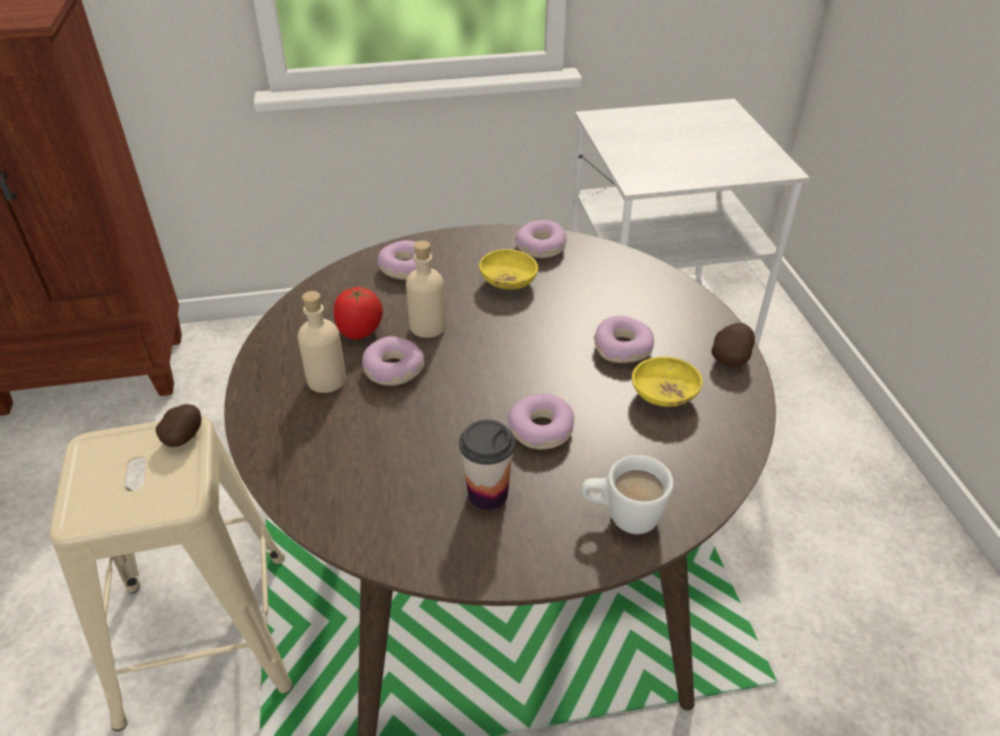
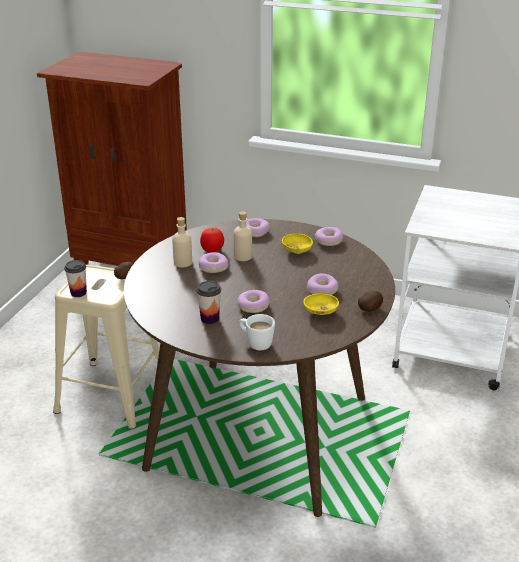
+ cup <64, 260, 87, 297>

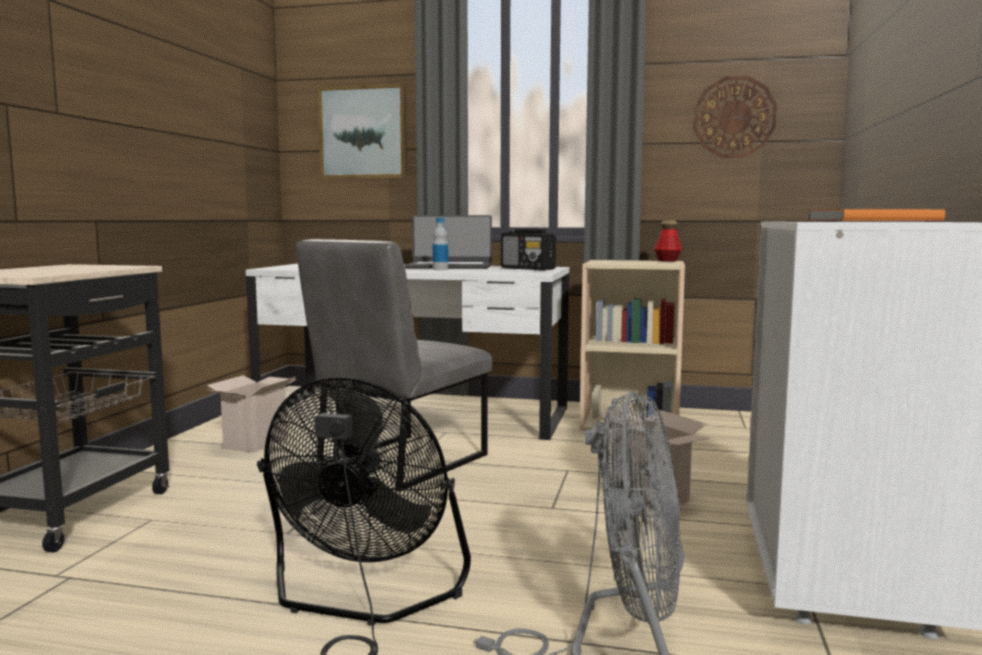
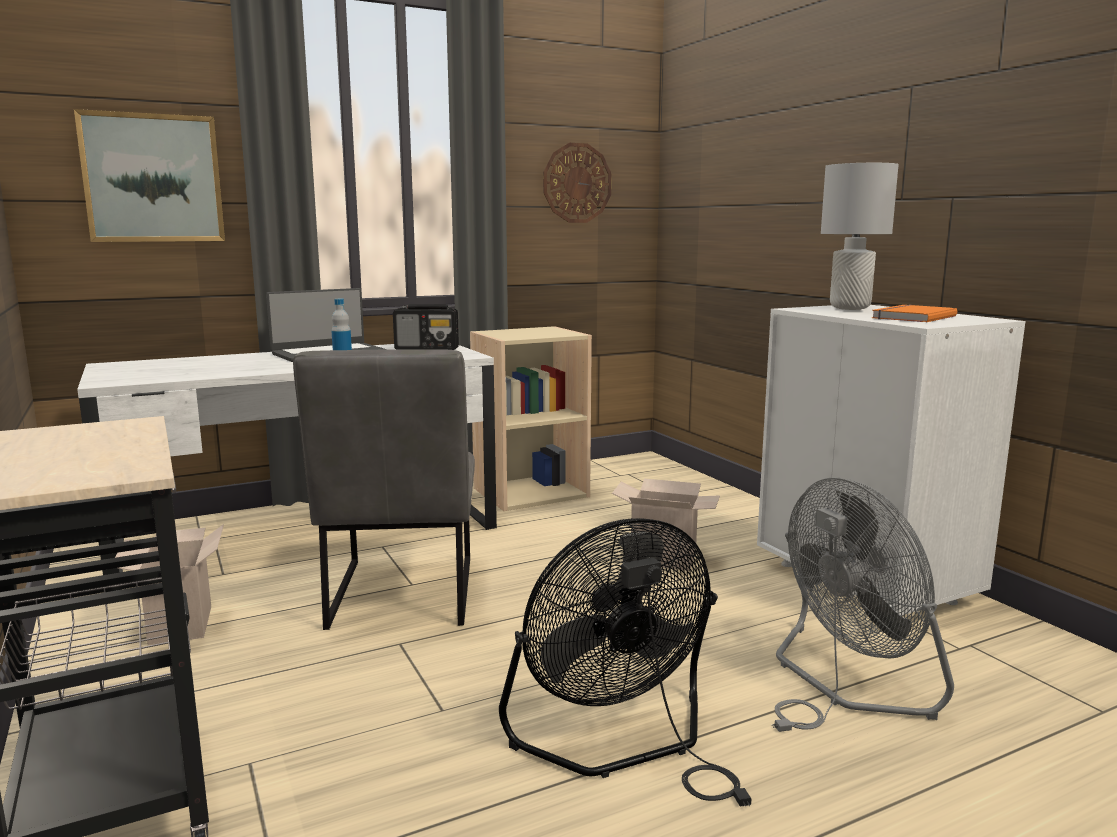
+ table lamp in grey <821, 163, 899, 310>
- bottle <654, 220, 682, 262>

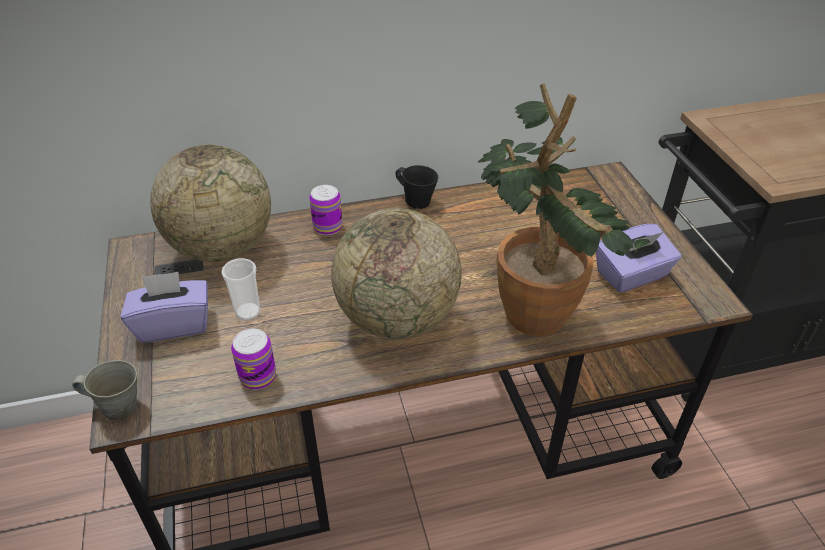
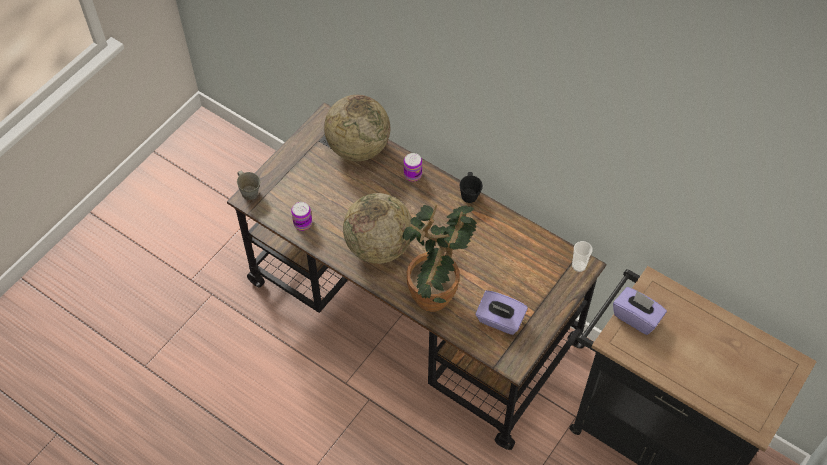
~ cup <221, 258, 261, 320> to <572, 241, 593, 272>
~ tissue box in purple <121, 272, 208, 343> to <613, 287, 667, 335>

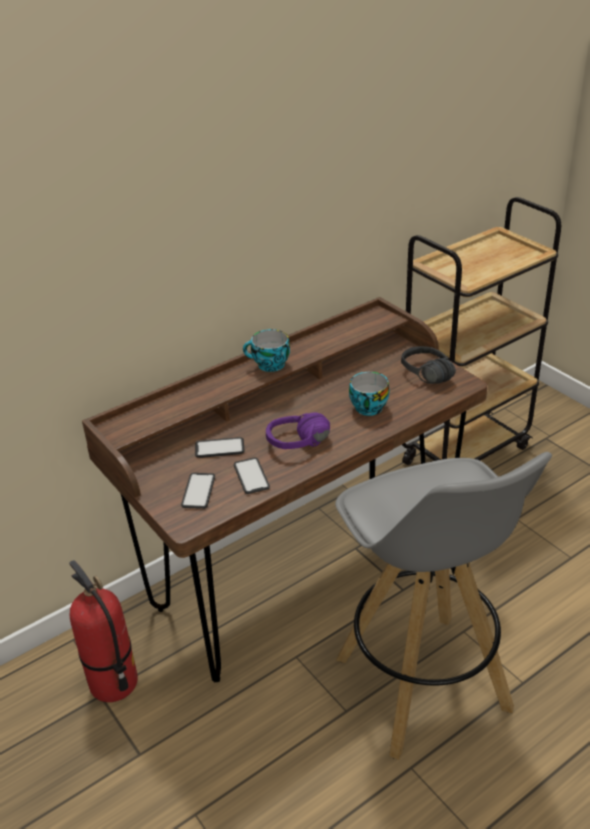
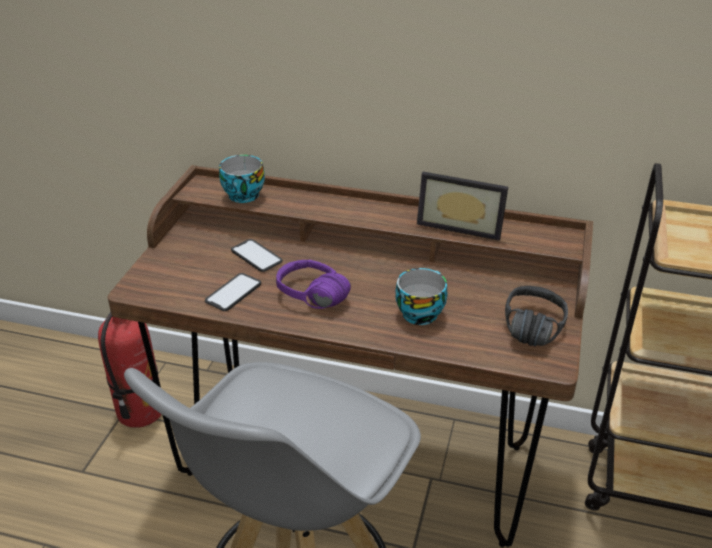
~ cup <243, 329, 290, 372> to <219, 155, 265, 203>
+ picture frame <417, 172, 508, 241>
- phone <181, 473, 215, 509>

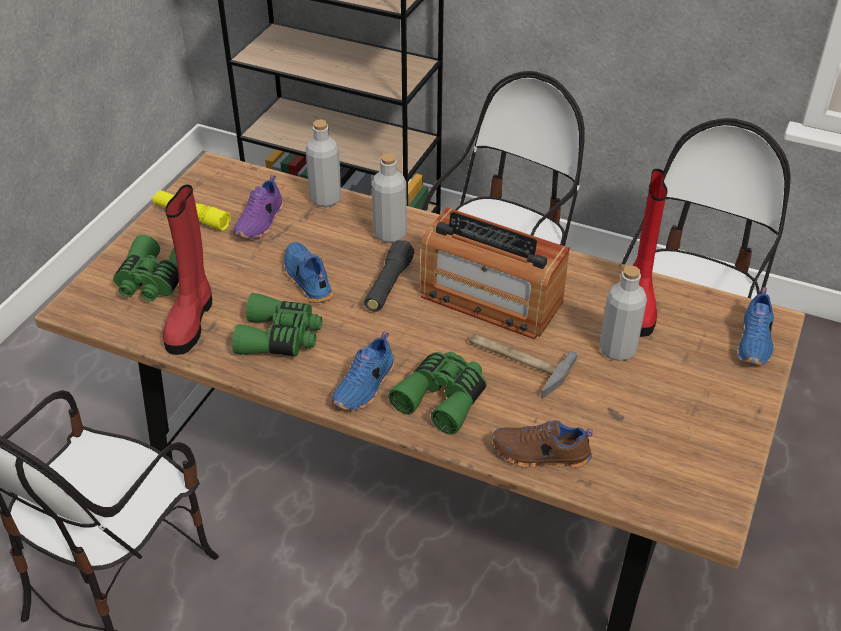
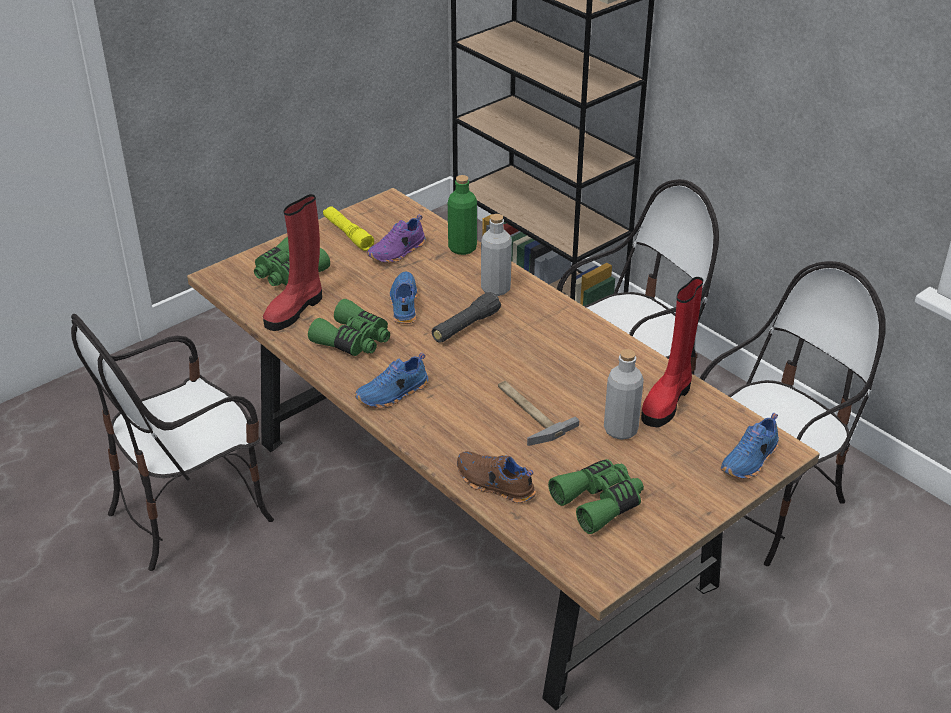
~ bottle in grey <305, 120, 342, 207> to bottle in green <448, 175, 477, 255>
~ binoculars in green <388, 352, 487, 435> to <548, 459, 644, 534>
- radio <420, 207, 570, 340>

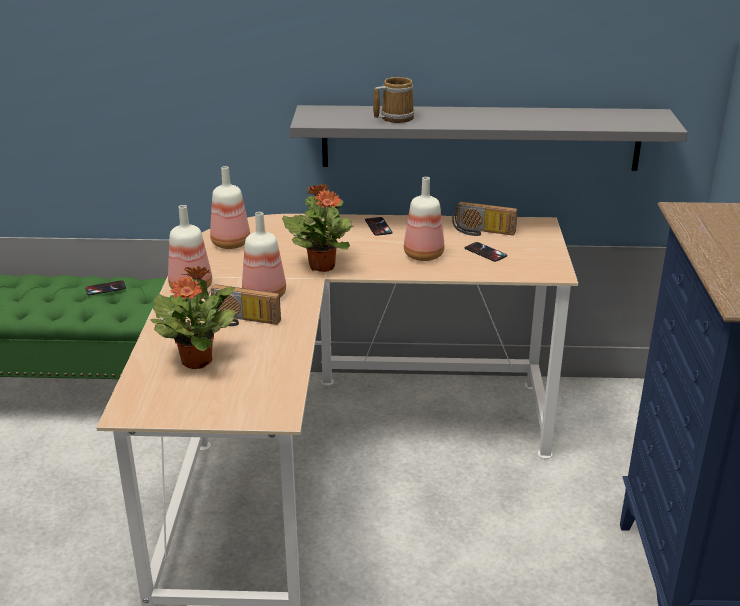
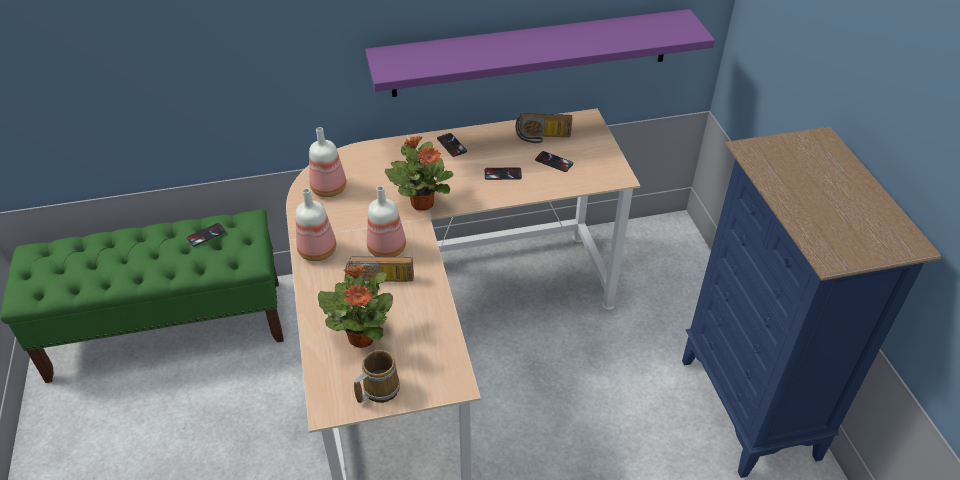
~ mug <373, 77, 414, 123> to <354, 350, 400, 403>
~ shelf in grey <290, 105, 688, 171> to shelf in purple <365, 9, 715, 97>
~ bottle <404, 177, 444, 261> to phone <485, 167, 522, 180>

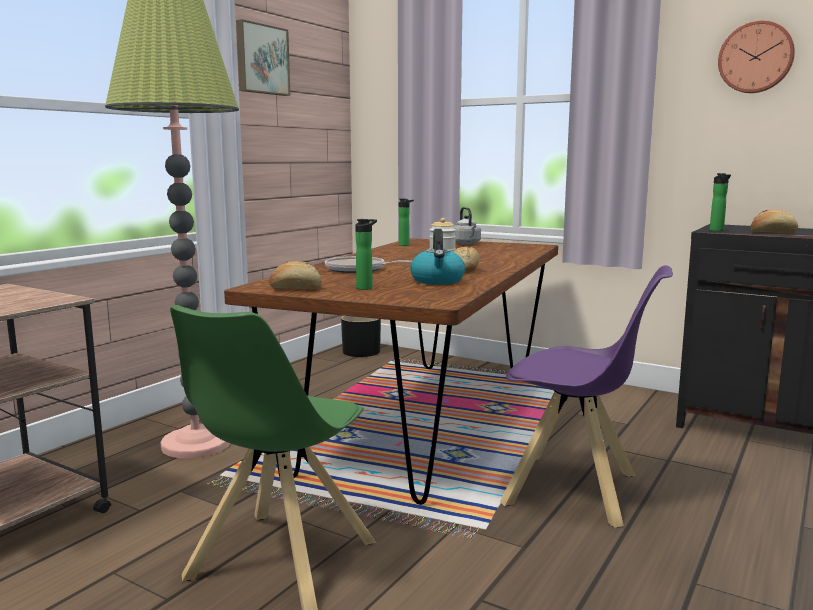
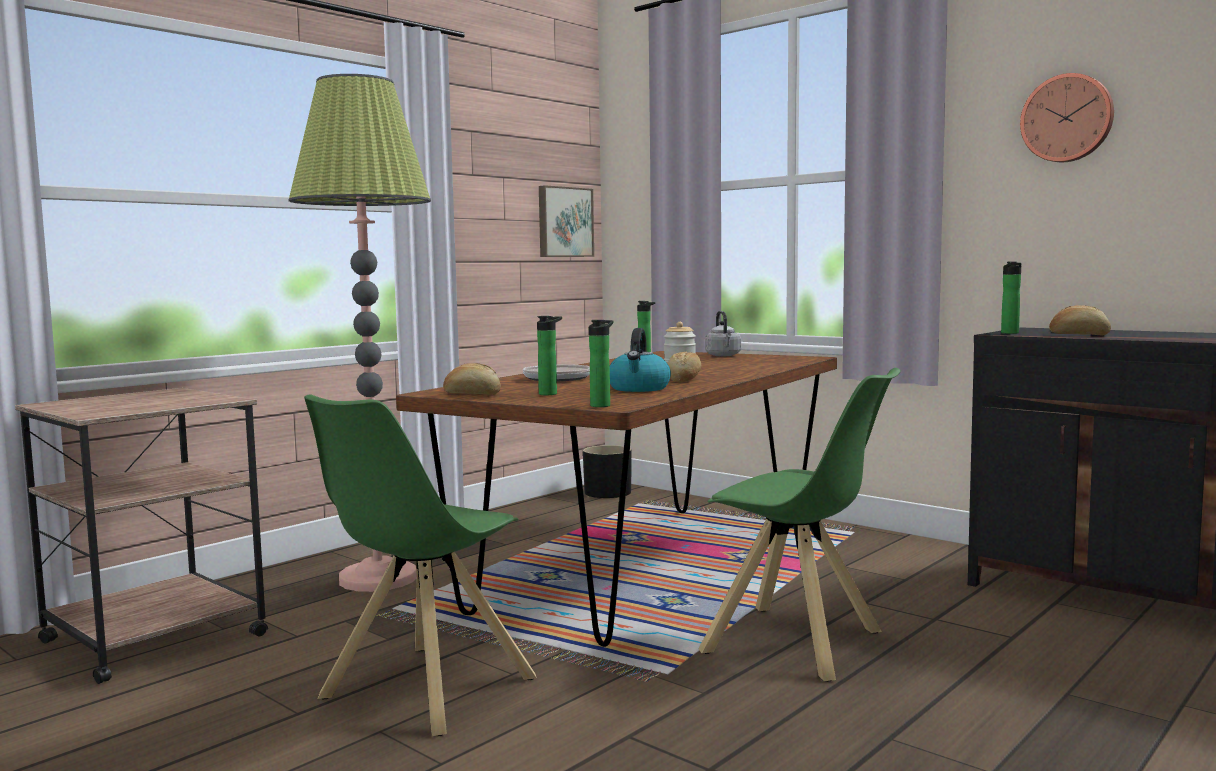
~ picture <236, 19, 291, 96> to <539, 185, 594, 257>
+ bottle <589, 320, 613, 407>
~ chair in purple <500, 265, 673, 528> to chair in green <699, 368, 901, 682>

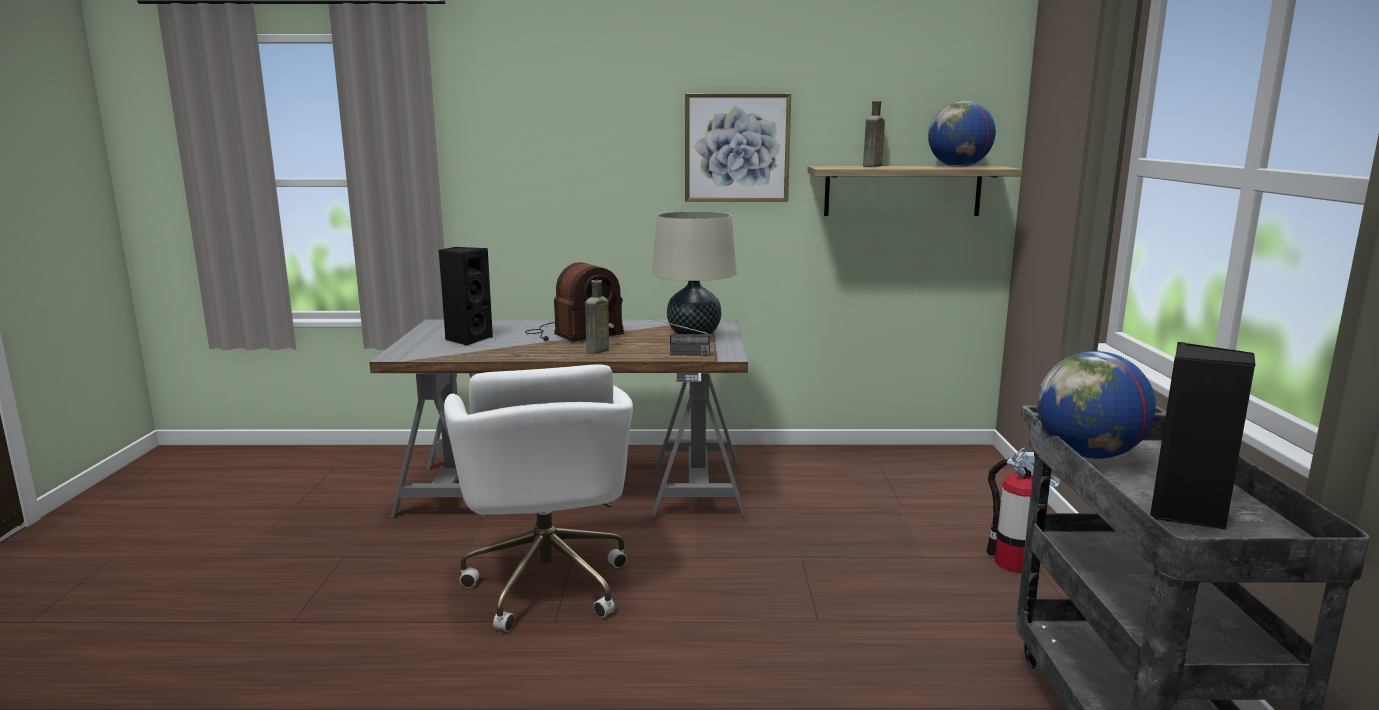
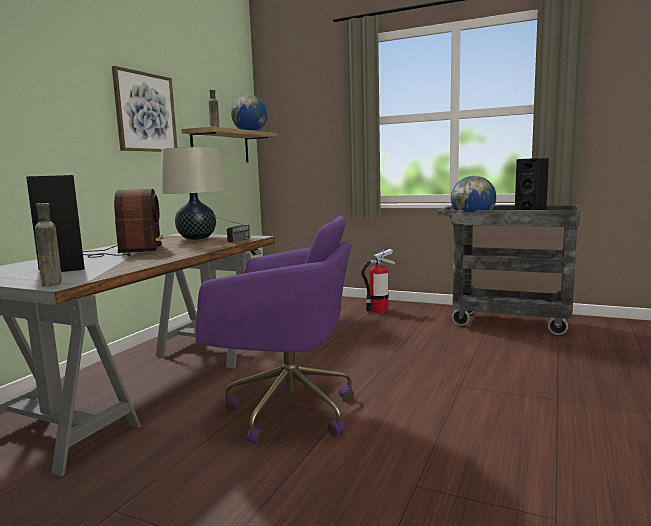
~ bottle in brown <585, 280, 609, 354> to <35, 203, 62, 287>
~ office chair in white <444, 364, 633, 632> to office chair in purple <196, 216, 354, 444>

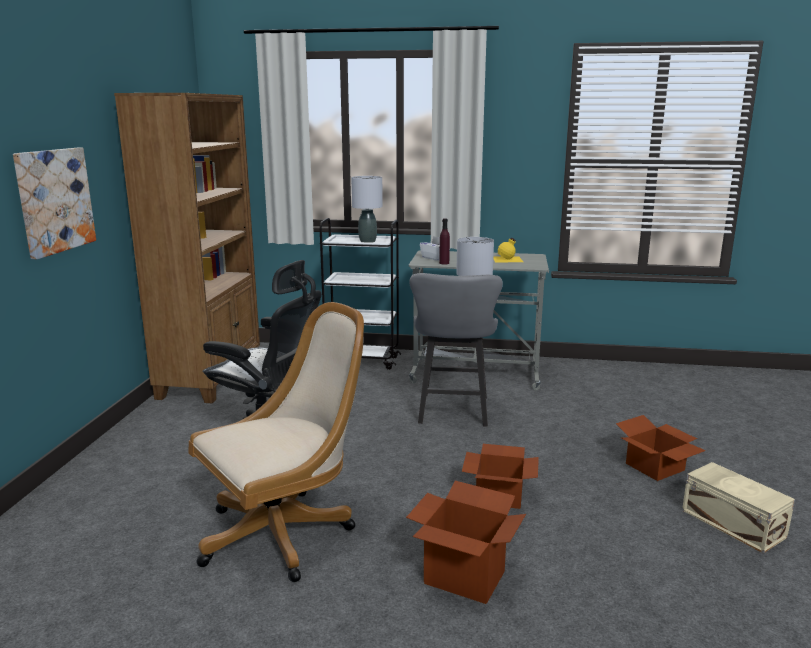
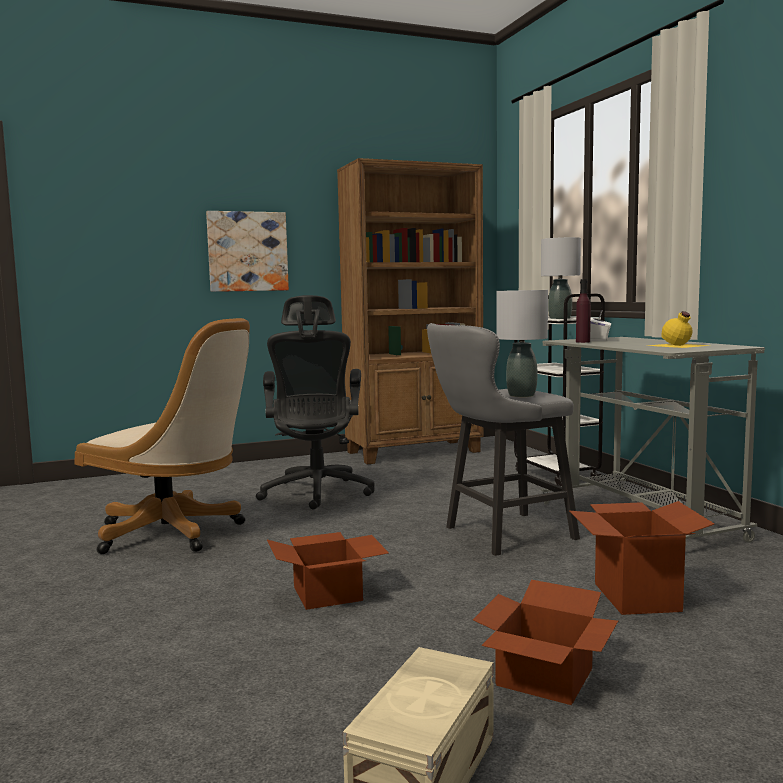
~ cardboard box <406, 481, 526, 604> to <569, 501, 714, 615>

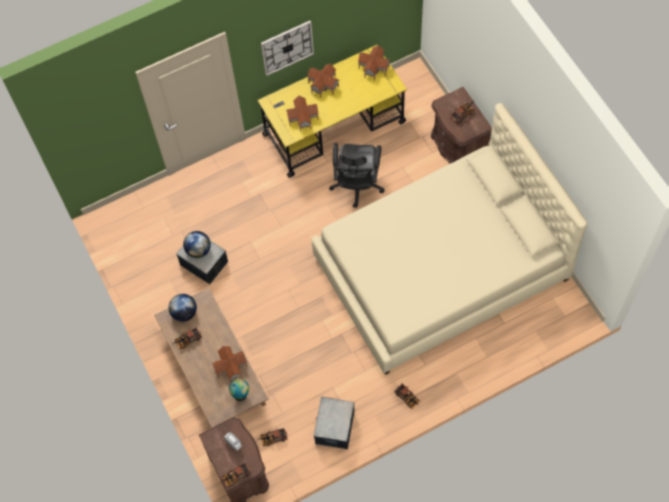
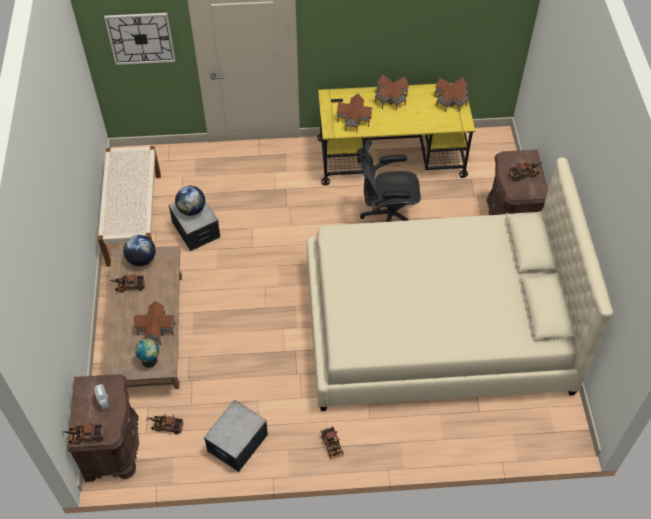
+ bench in beige <98, 146, 161, 267>
~ wall clock <261, 21, 314, 76> to <104, 13, 176, 65>
~ office chair <329, 143, 385, 208> = <357, 139, 421, 222> 60 degrees clockwise

